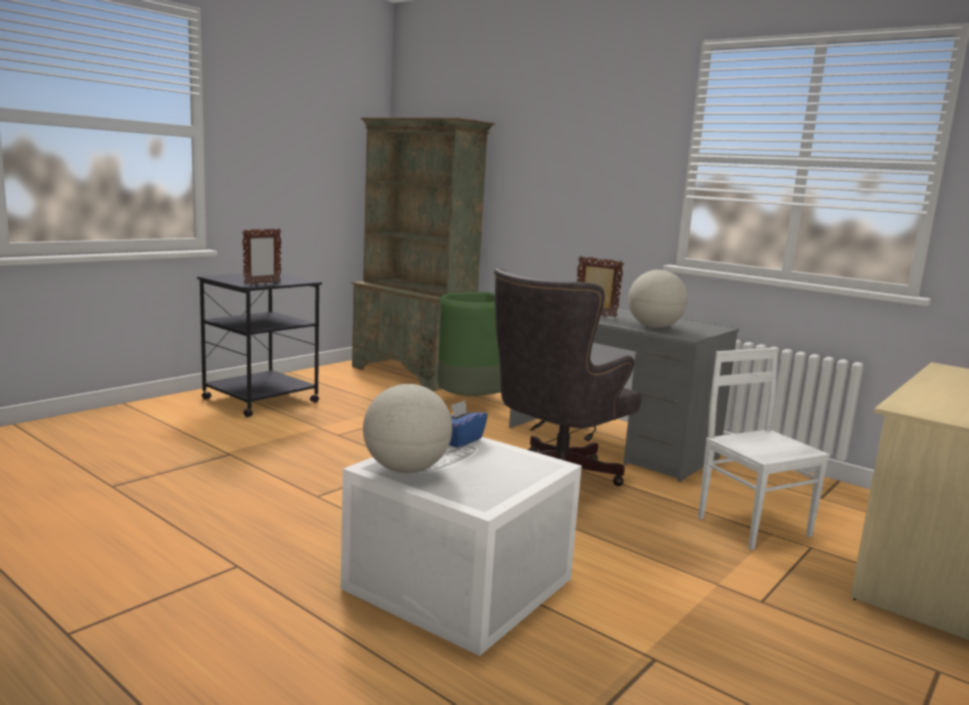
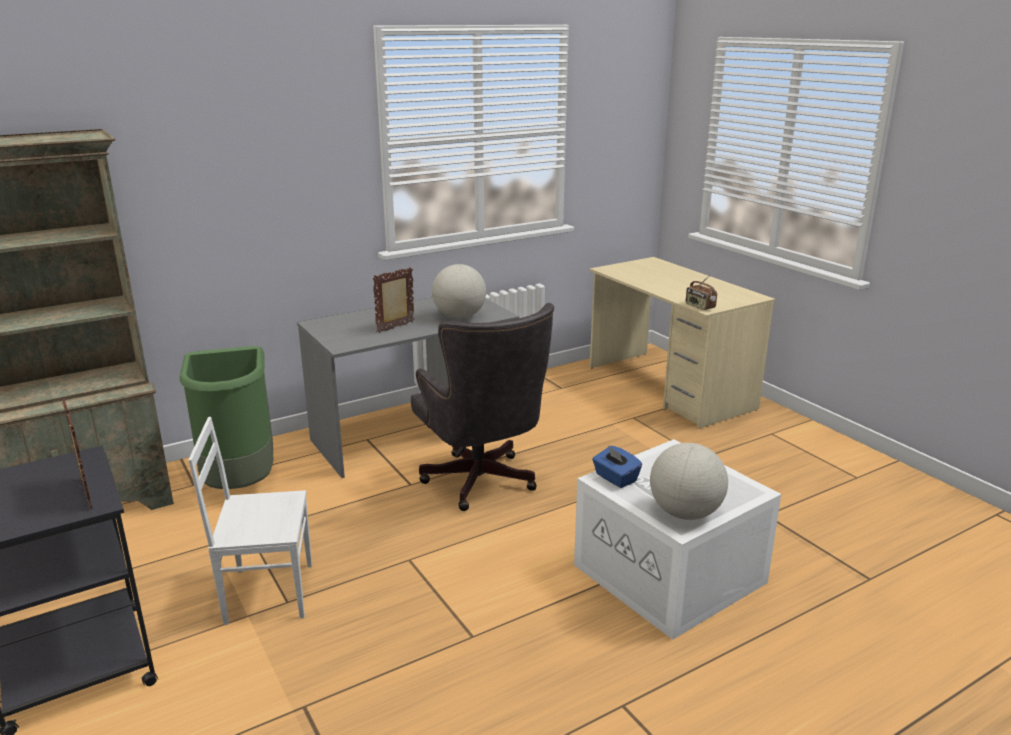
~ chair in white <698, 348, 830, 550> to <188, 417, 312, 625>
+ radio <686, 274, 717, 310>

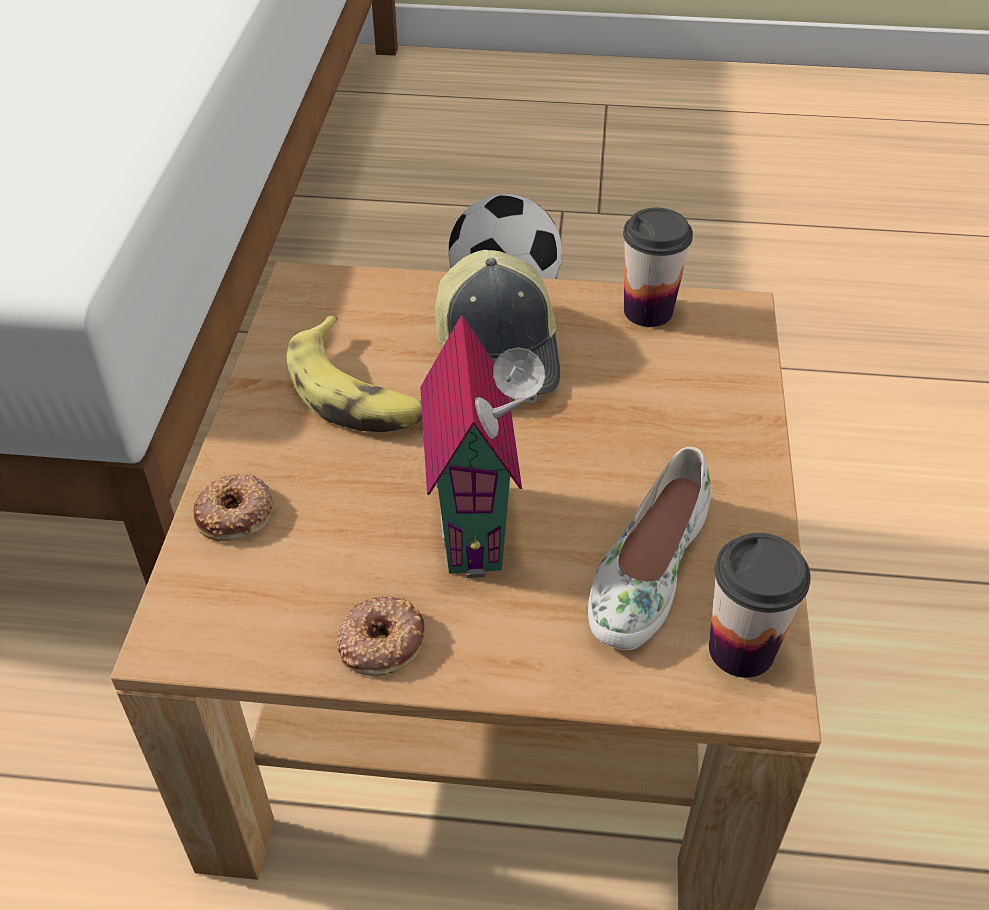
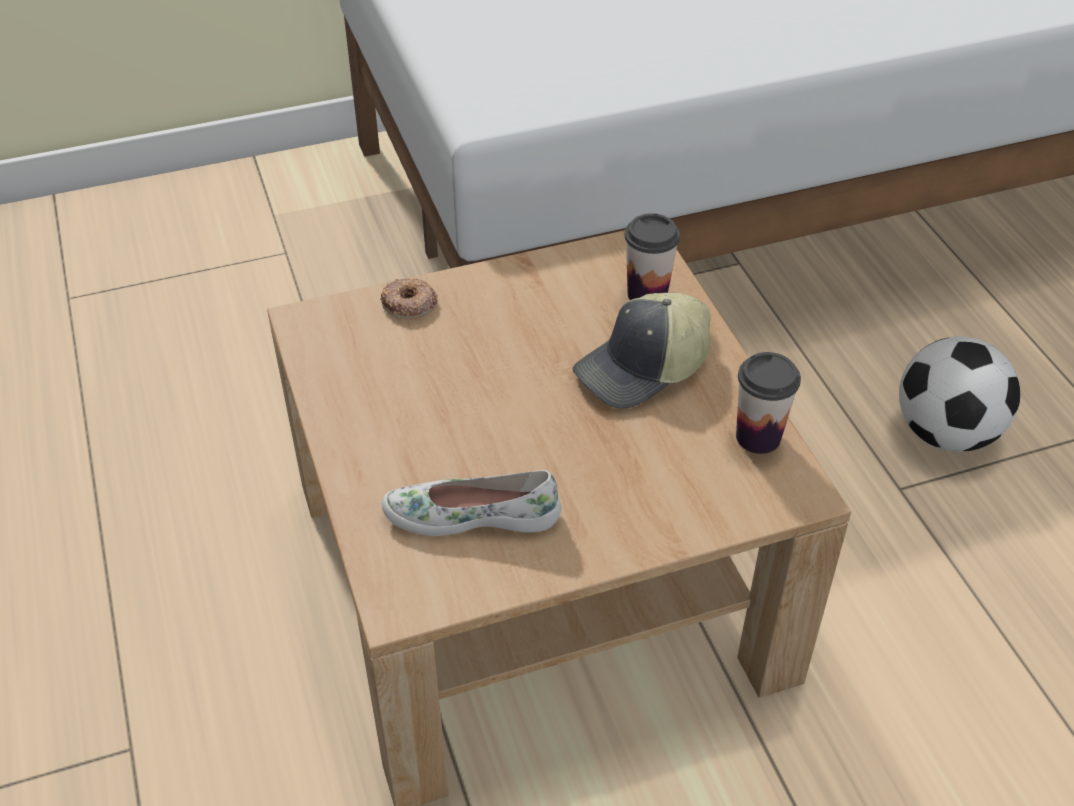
~ cup <709, 533, 811, 678> to <625, 213, 680, 300>
- banana <286, 315, 422, 432>
- donut <337, 596, 425, 677>
- toy house <420, 315, 545, 578>

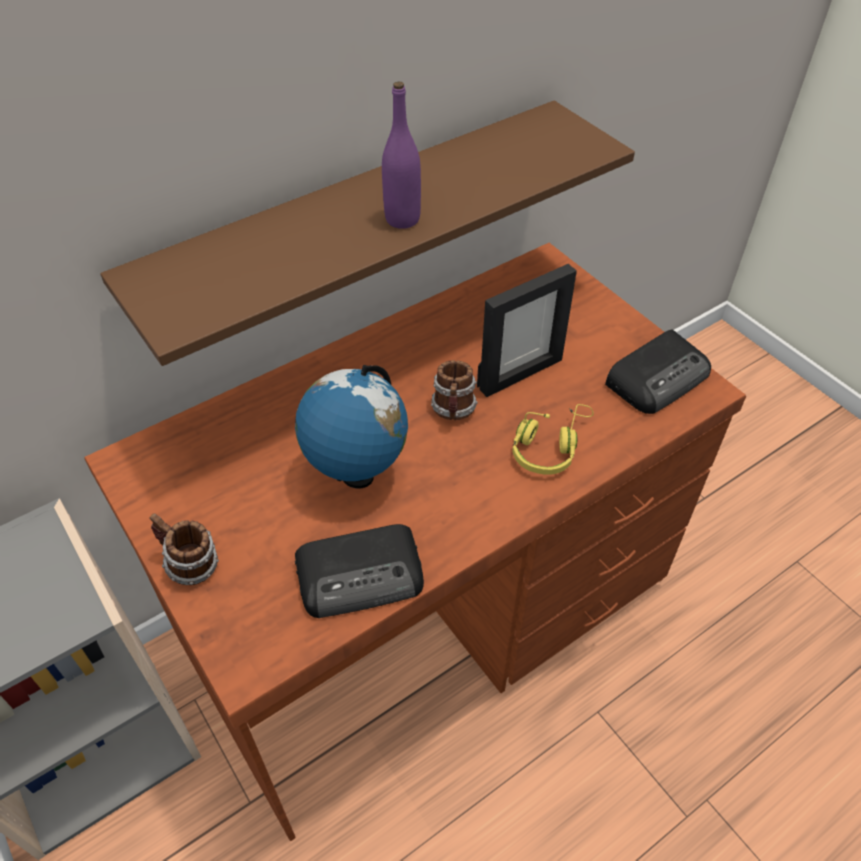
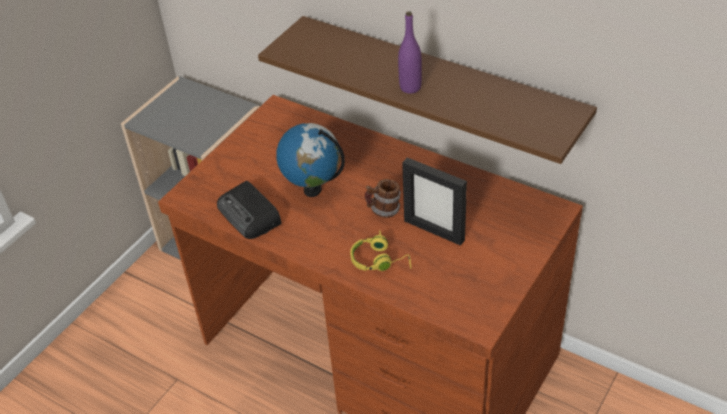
- mug <149, 513, 219, 585>
- radio <605, 330, 711, 414>

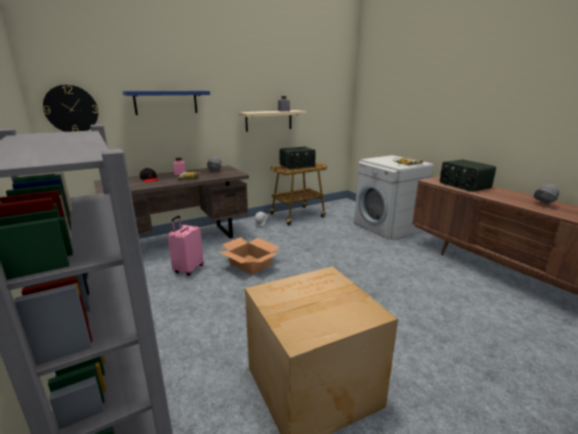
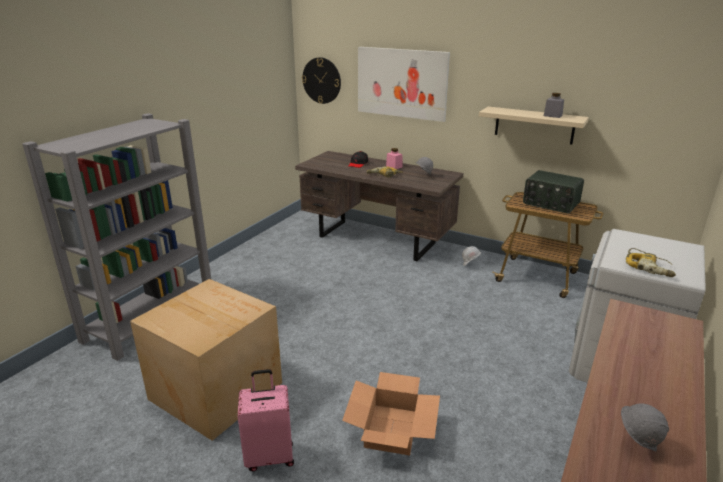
~ suitcase in pink <168, 216, 203, 276> to <238, 369, 294, 472>
~ cardboard box <220, 237, 280, 275> to <342, 372, 440, 455>
~ shelf in blue <123, 91, 210, 115> to picture <358, 47, 450, 122>
- radio <440, 159, 496, 192>

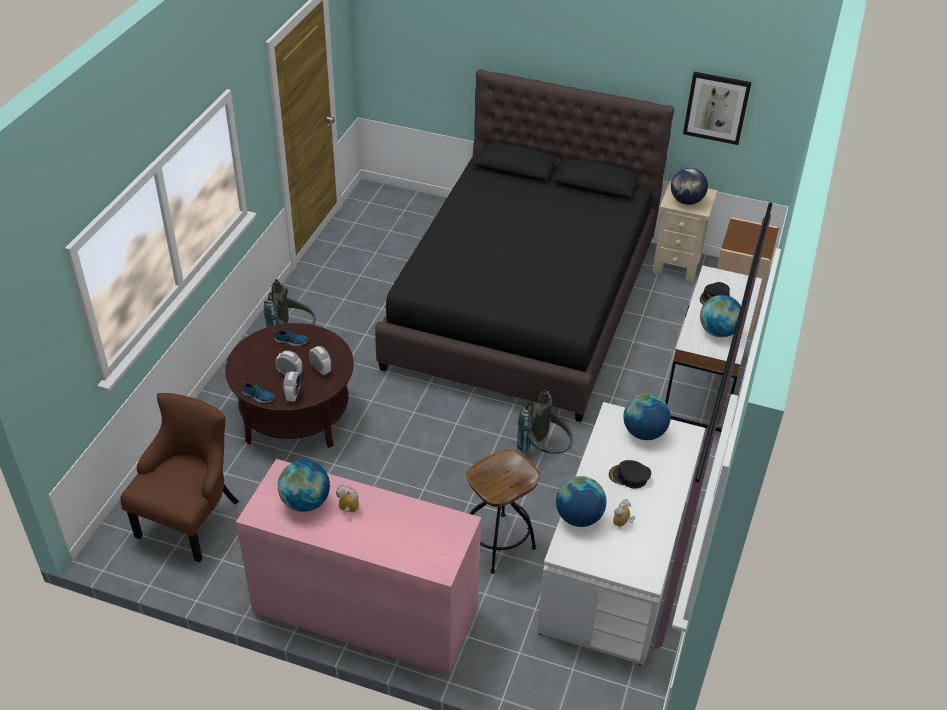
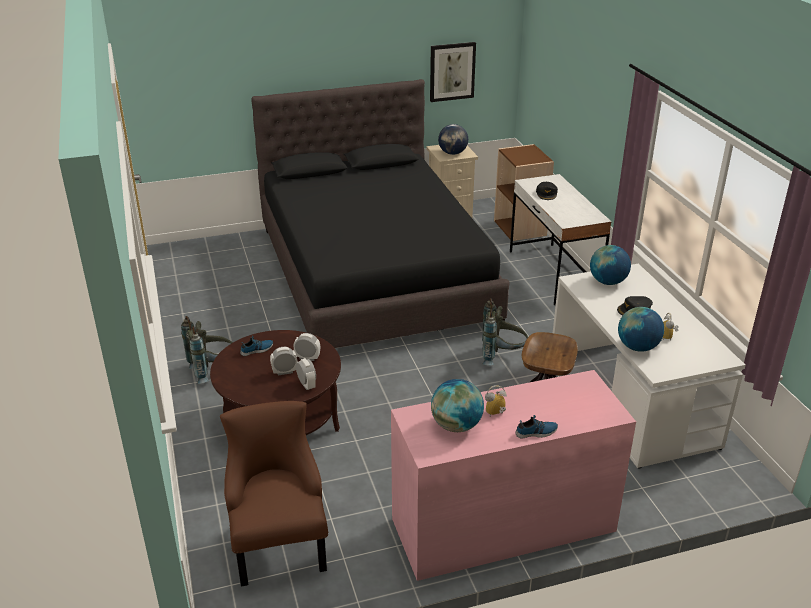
~ shoe <242, 381, 275, 403> to <515, 415, 558, 439>
- globe <700, 295, 741, 337>

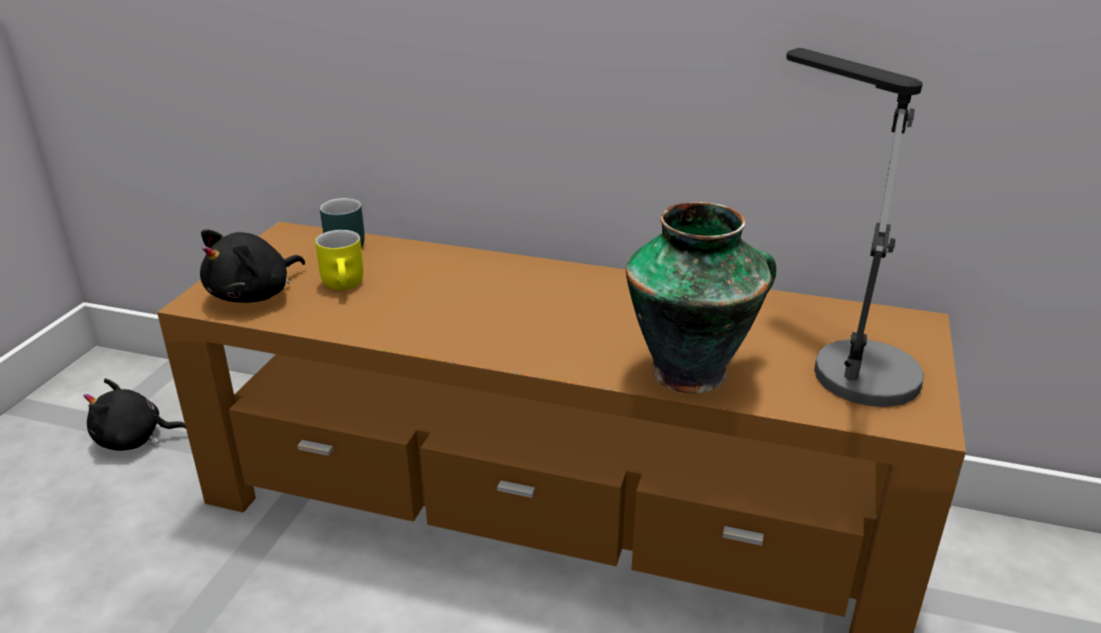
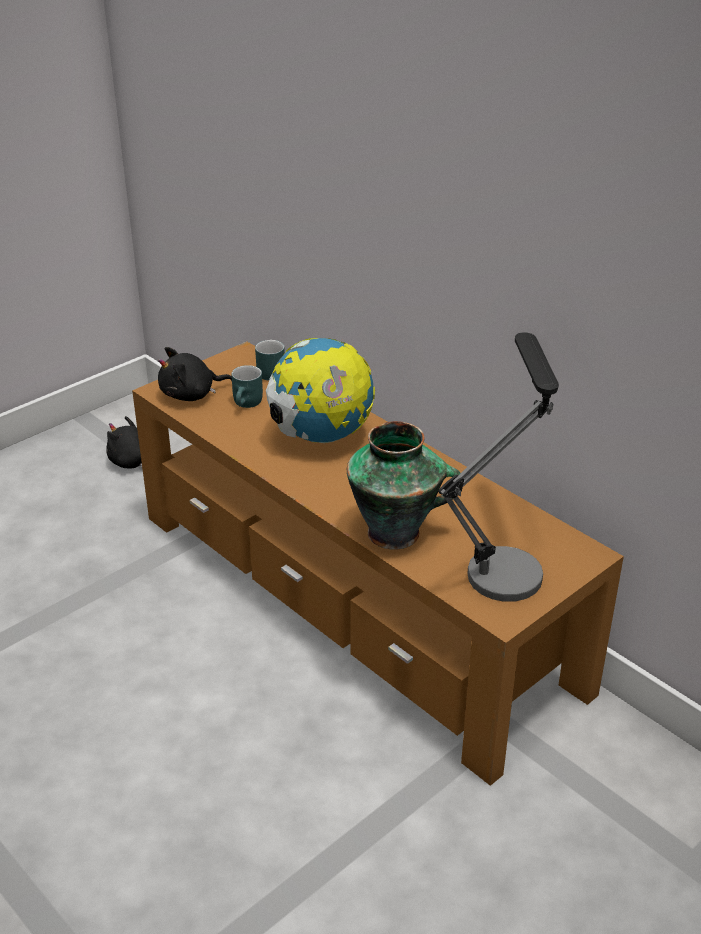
~ mug in yellow <315, 230, 363, 290> to mug in turquoise <231, 365, 263, 408>
+ globe <266, 338, 375, 443>

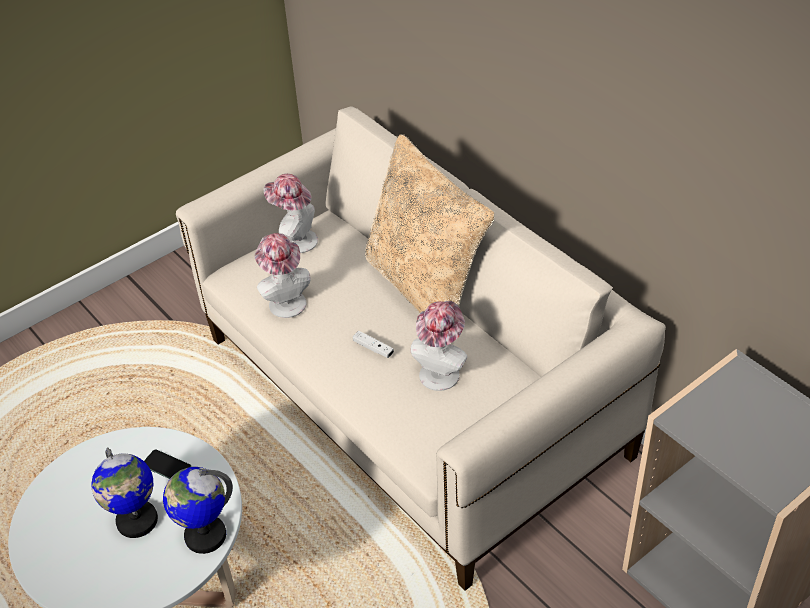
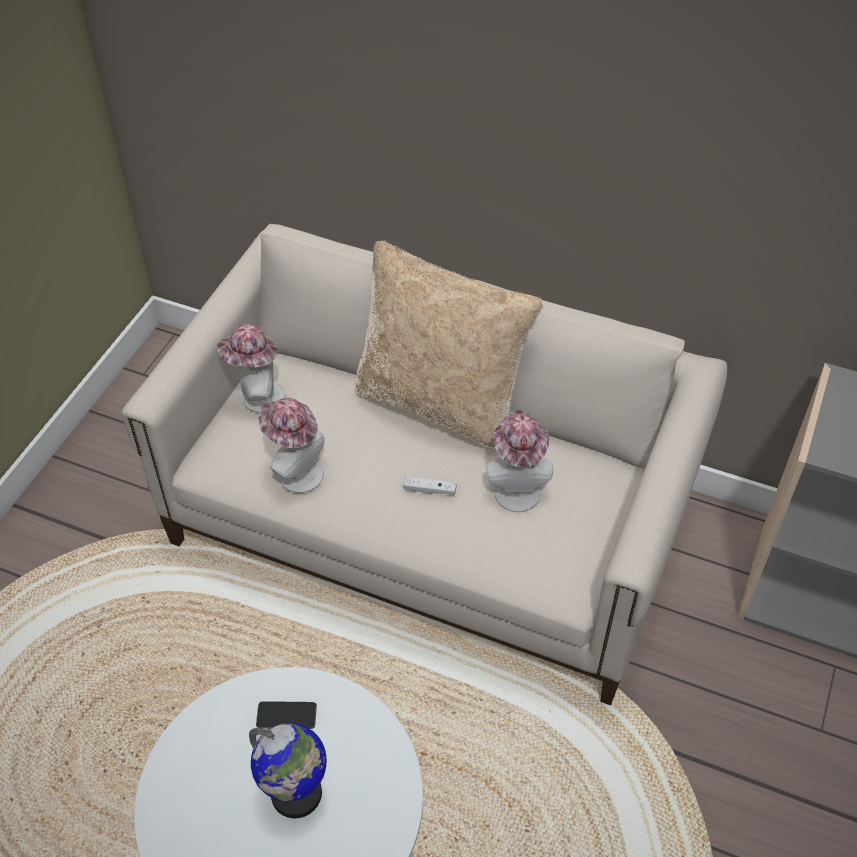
- globe <163, 467, 233, 554>

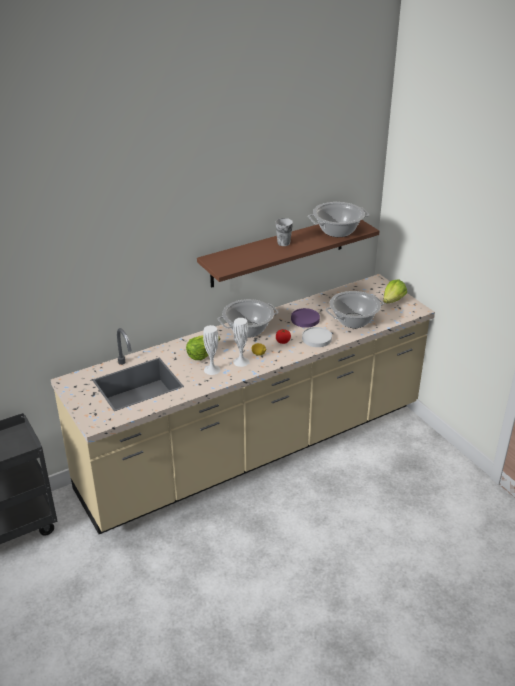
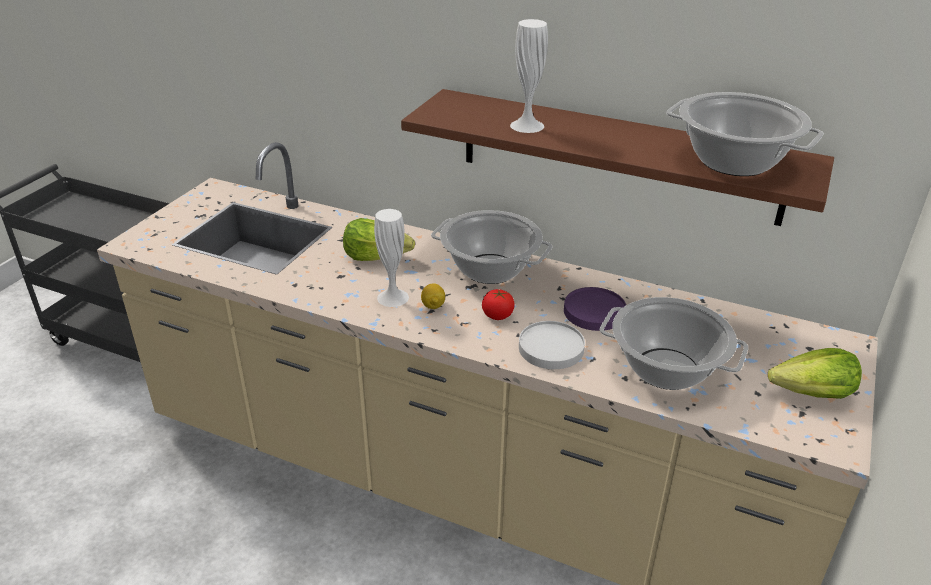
~ vase in white <203, 325, 220, 375> to <510, 19, 548, 133>
- cup <276, 218, 293, 246>

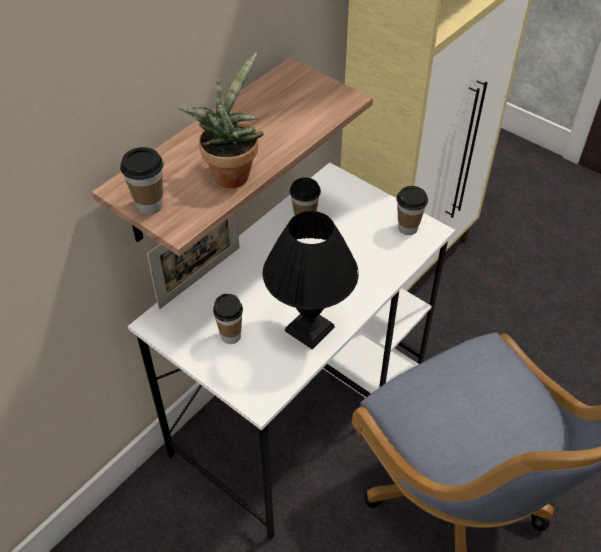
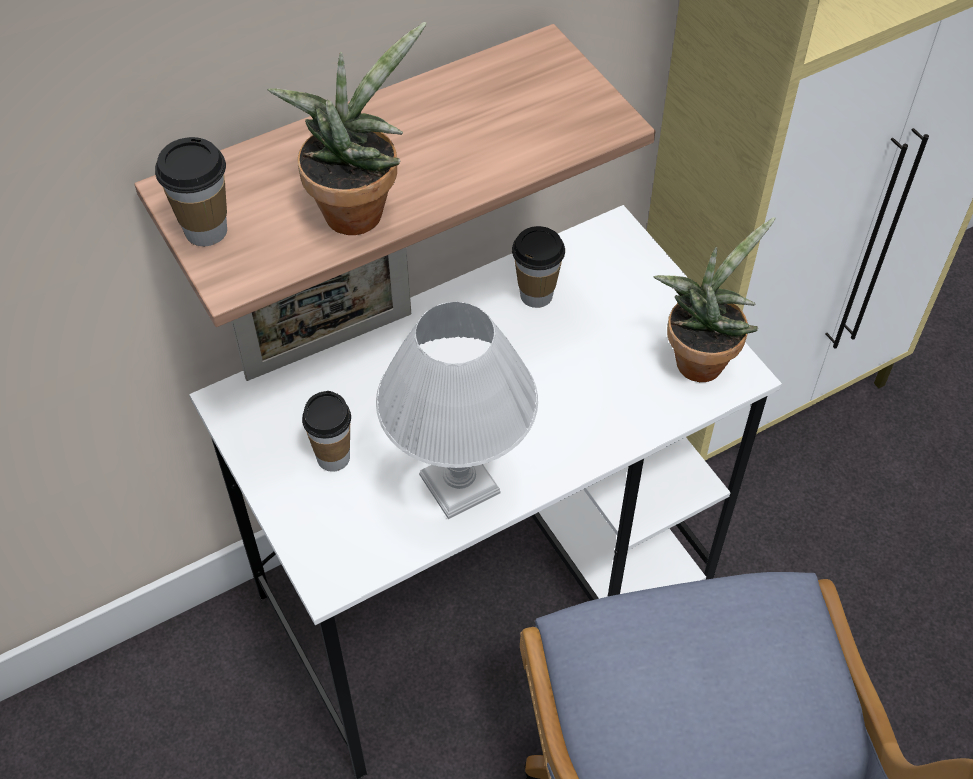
~ table lamp in black <263, 211, 359, 349> to table lamp in white <376, 302, 538, 519>
~ cup <397, 186, 428, 235> to potted plant <653, 217, 775, 382>

